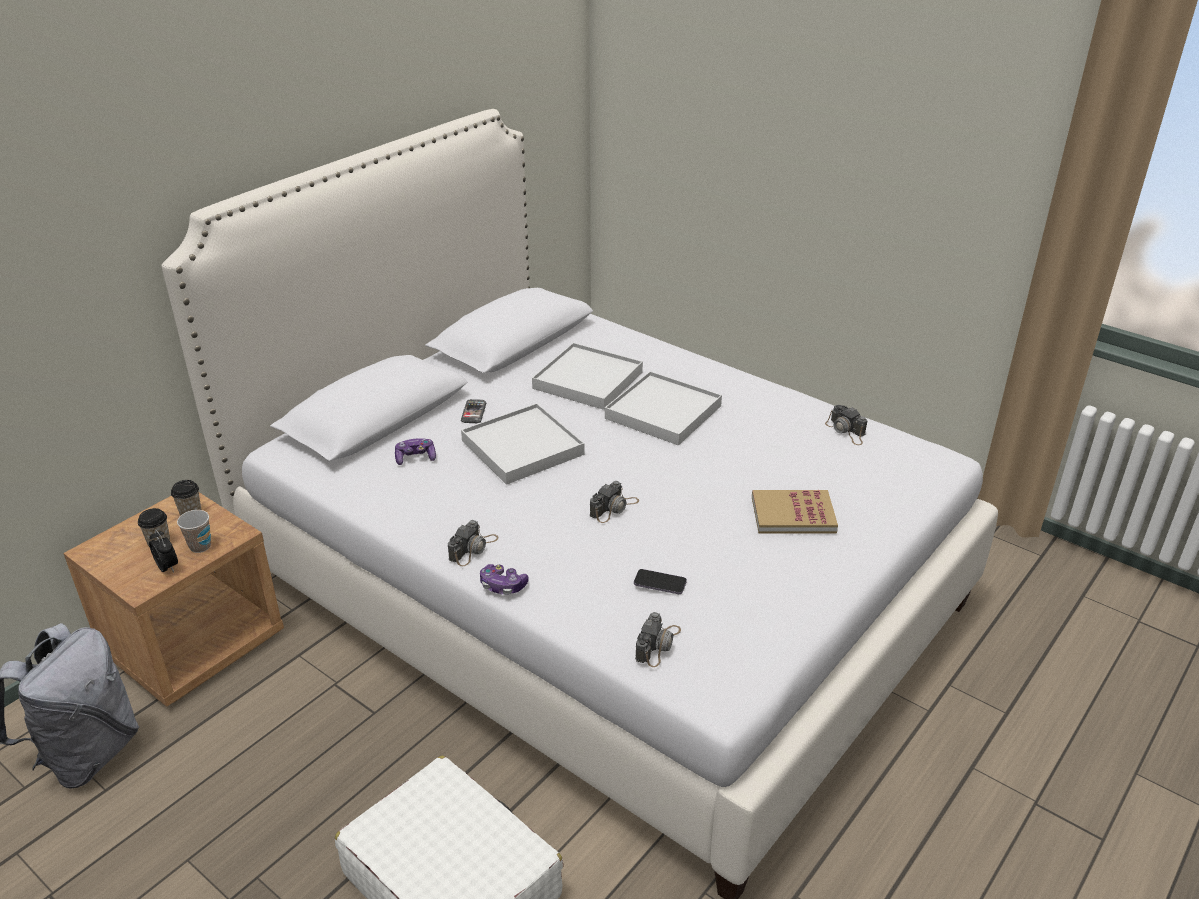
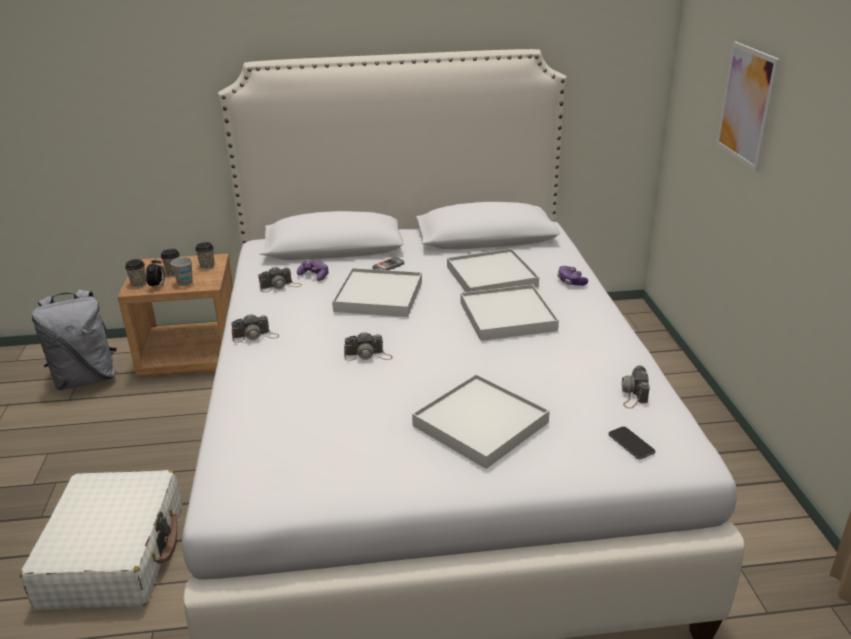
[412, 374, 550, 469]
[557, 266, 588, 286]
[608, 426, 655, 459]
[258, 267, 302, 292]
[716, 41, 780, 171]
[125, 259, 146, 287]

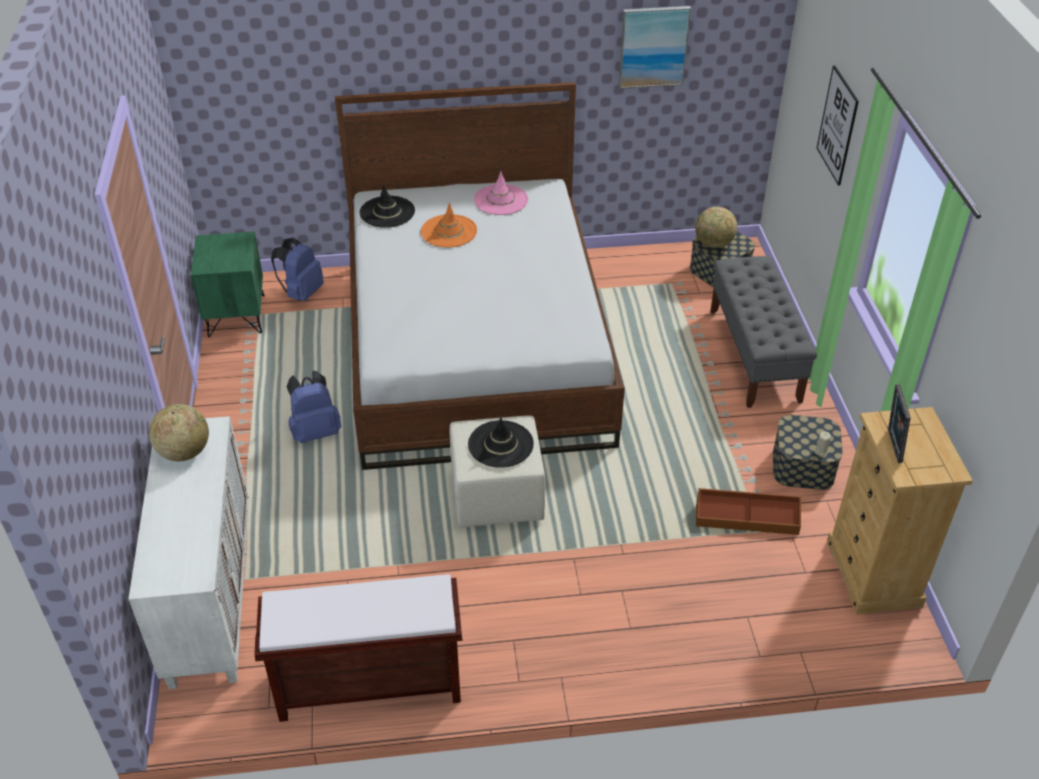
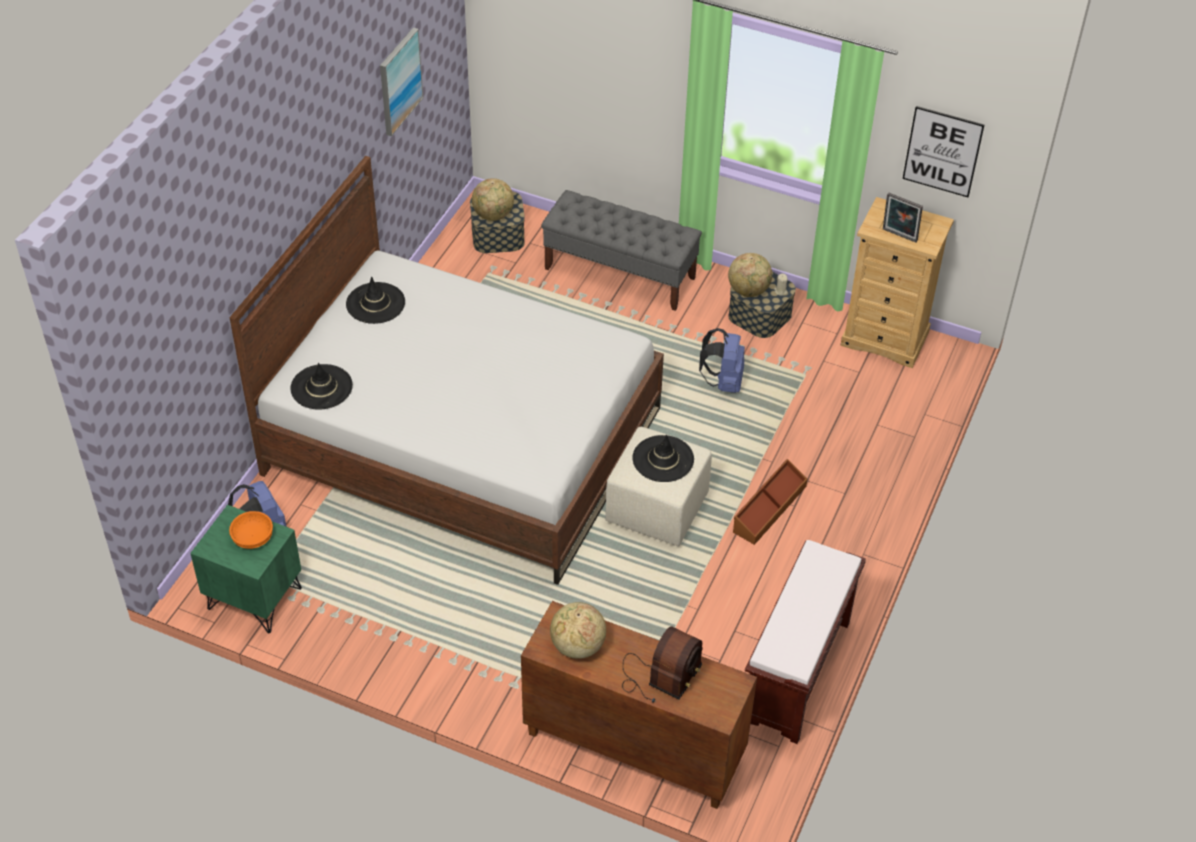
[903, 106, 984, 197]
[346, 276, 405, 324]
[421, 203, 477, 247] (first image)
[699, 328, 745, 393]
[521, 601, 757, 809]
[733, 459, 807, 545]
[728, 253, 772, 297]
[229, 511, 273, 549]
[622, 626, 703, 703]

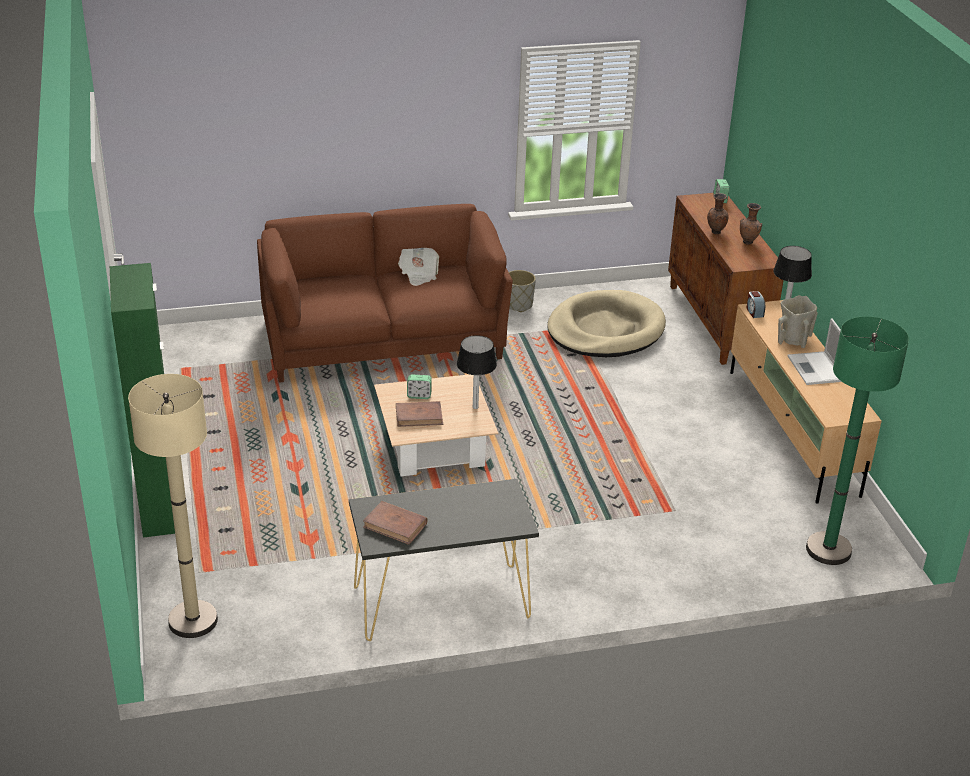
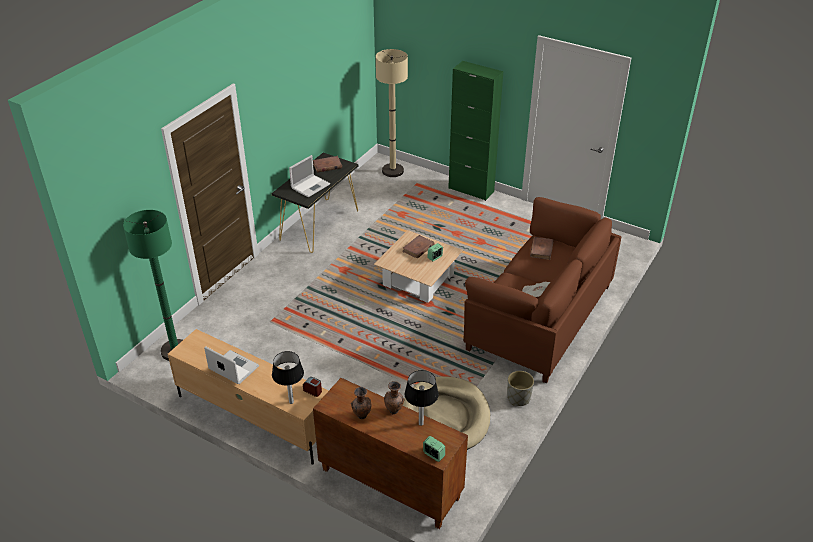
[778, 295, 817, 348] (first image)
[405, 370, 439, 426]
[289, 155, 330, 197]
[530, 237, 554, 260]

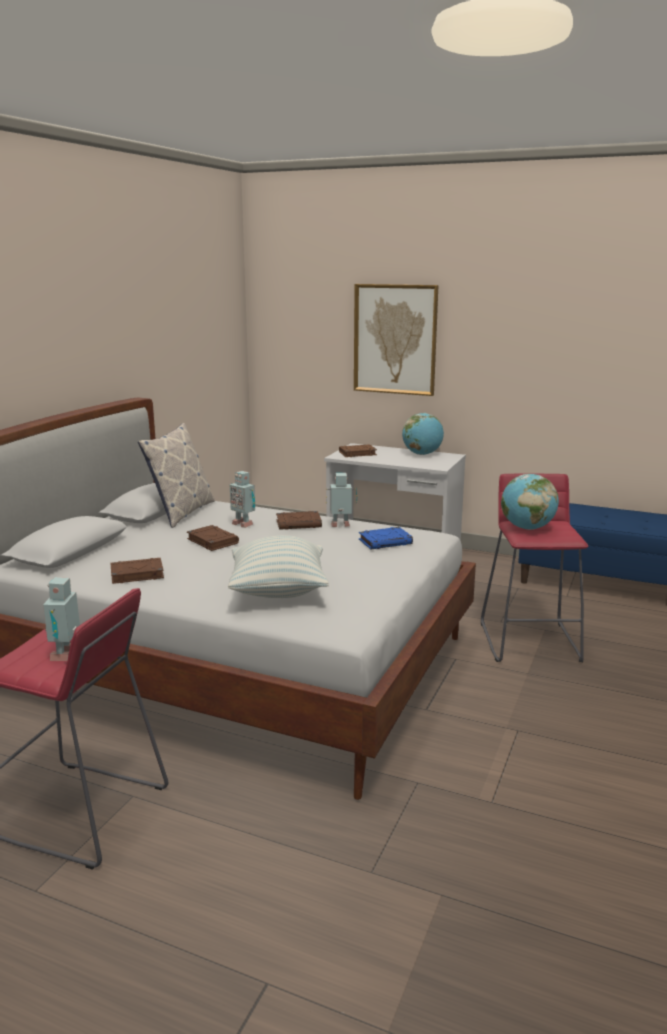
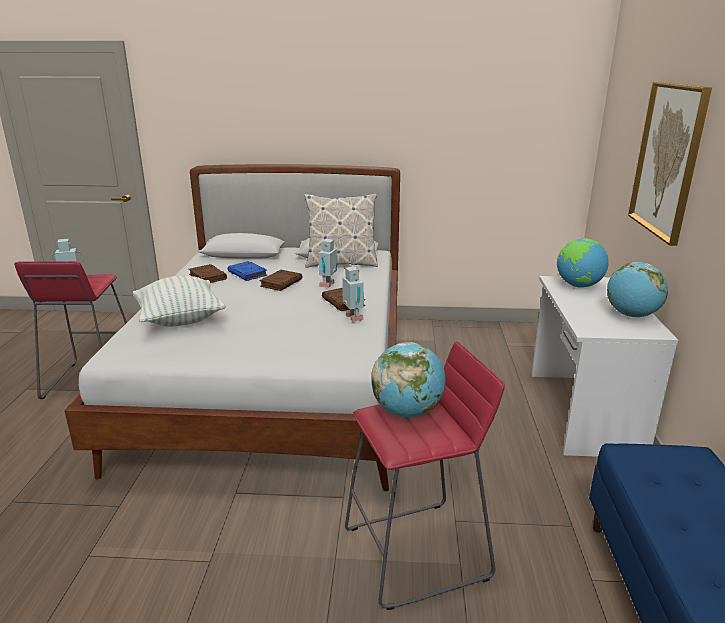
[557, 238, 609, 288]
[228, 261, 267, 281]

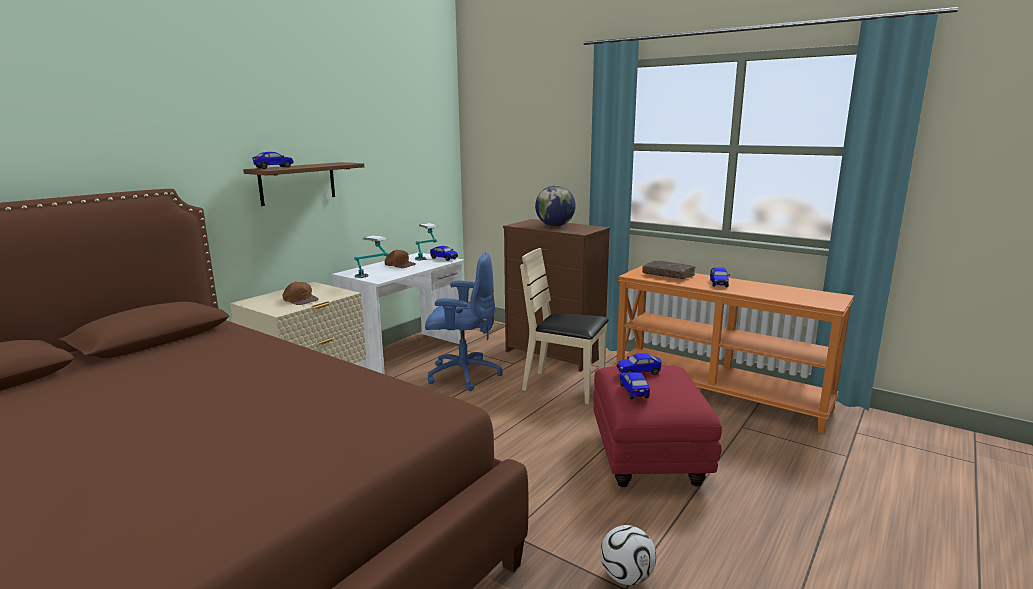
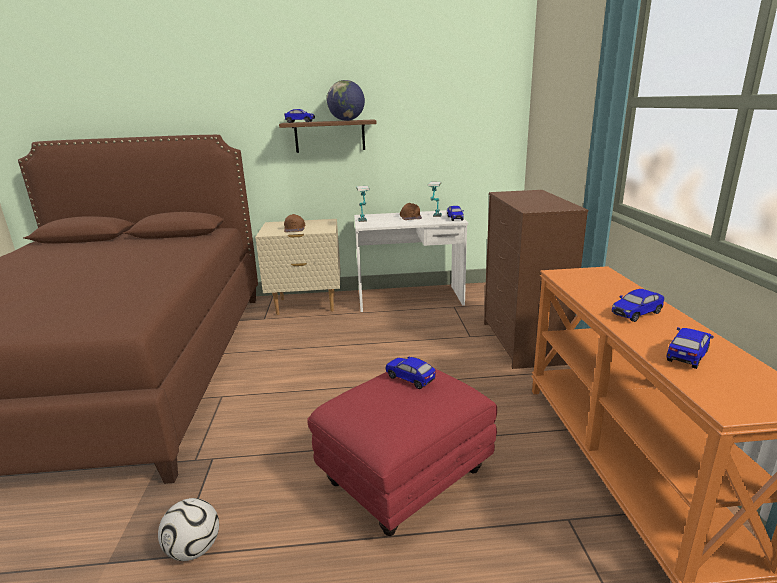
[327, 80, 365, 121]
[520, 248, 609, 404] (first image)
[425, 252, 503, 391] (first image)
[642, 260, 695, 279] (first image)
[666, 328, 714, 369]

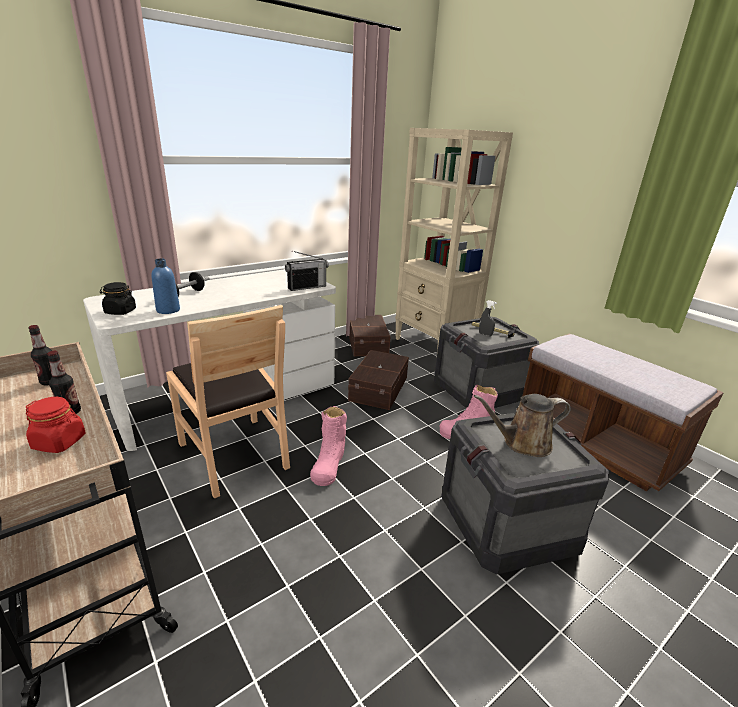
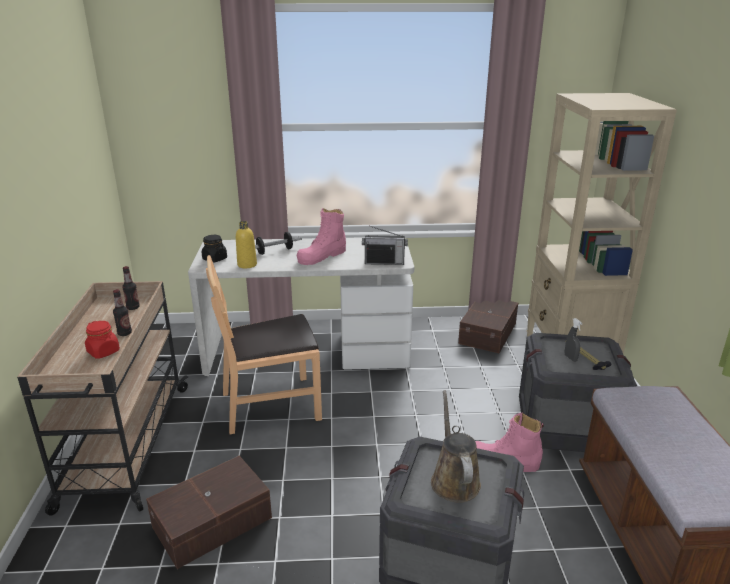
[236, 221, 257, 268]
[206, 255, 322, 434]
[146, 456, 272, 569]
[431, 390, 481, 503]
[297, 208, 346, 265]

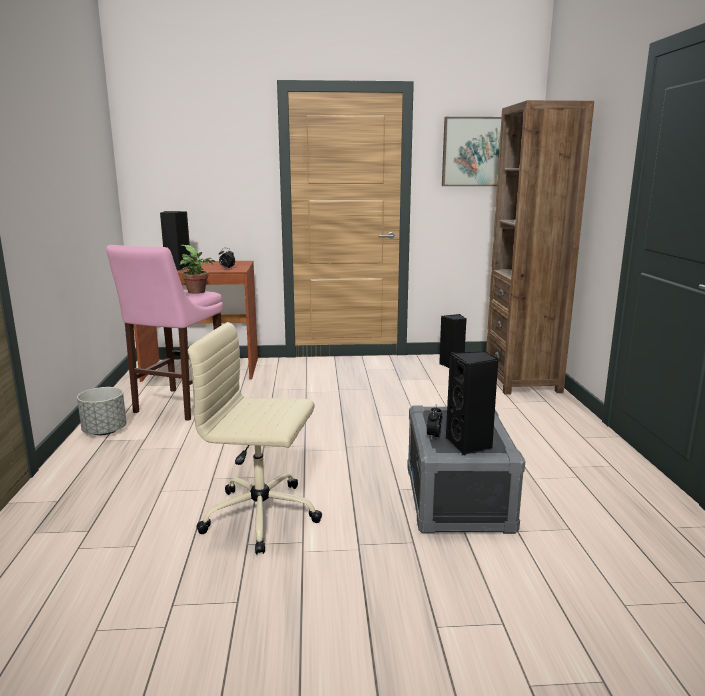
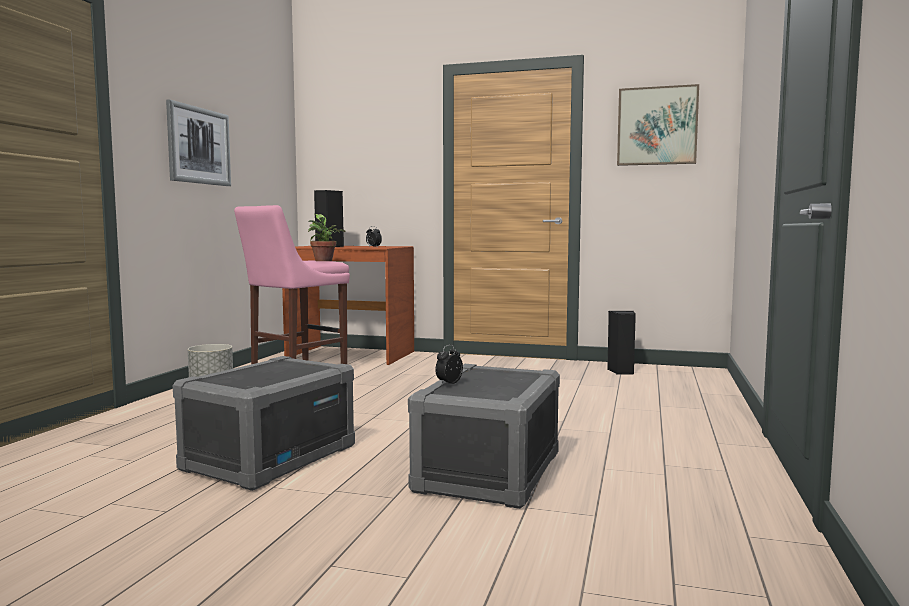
[486, 100, 594, 395] (first image)
[173, 356, 355, 491]
[446, 352, 499, 455] (first image)
[166, 99, 231, 186]

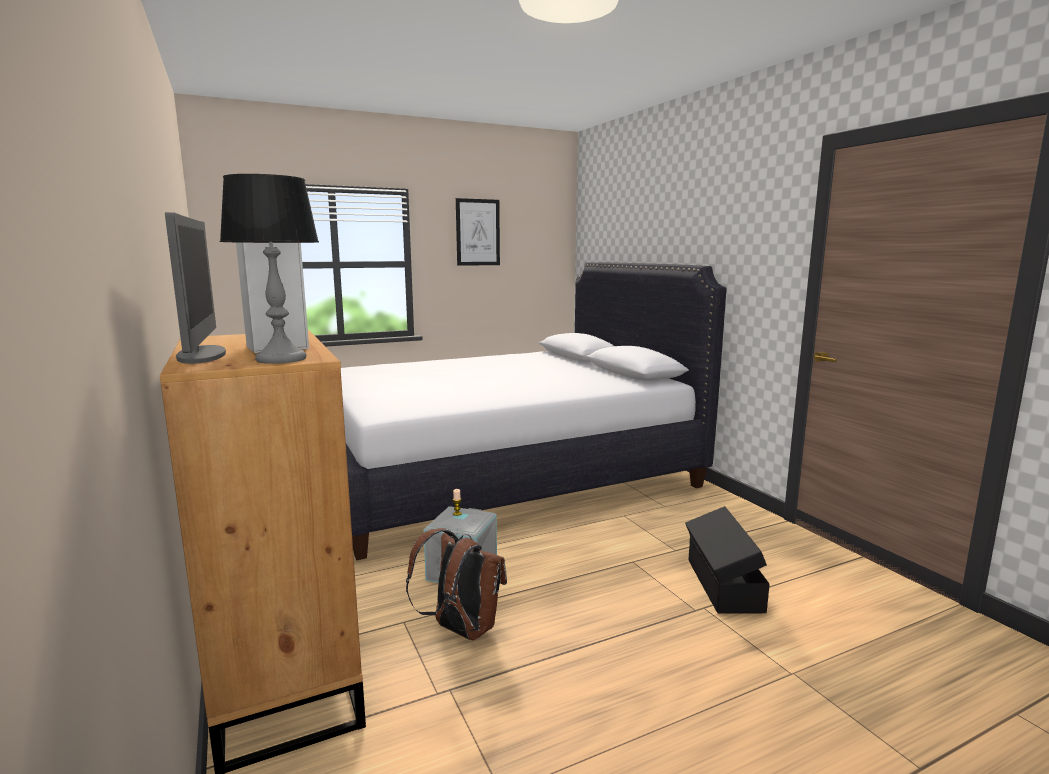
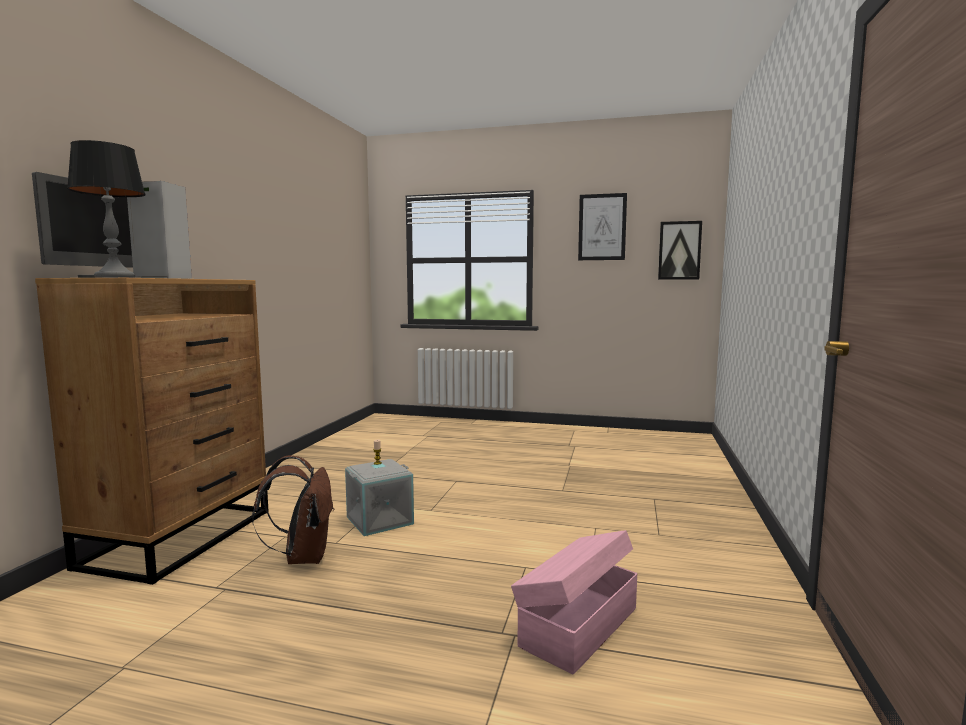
[341, 262, 727, 560] (first image)
[511, 530, 638, 675]
[658, 221, 702, 280]

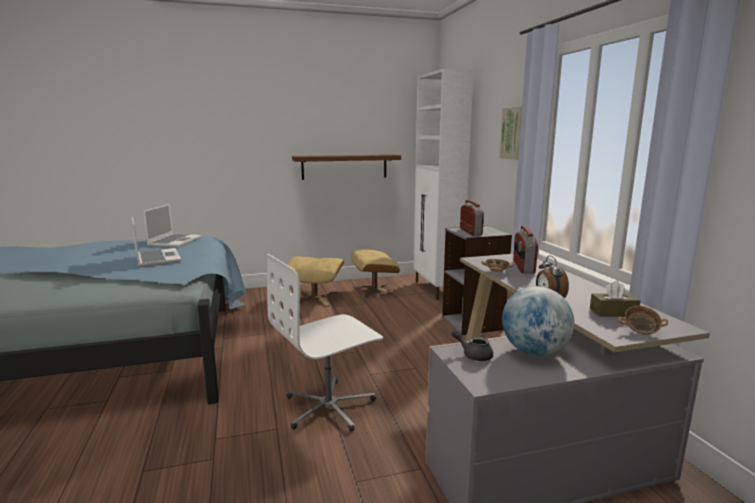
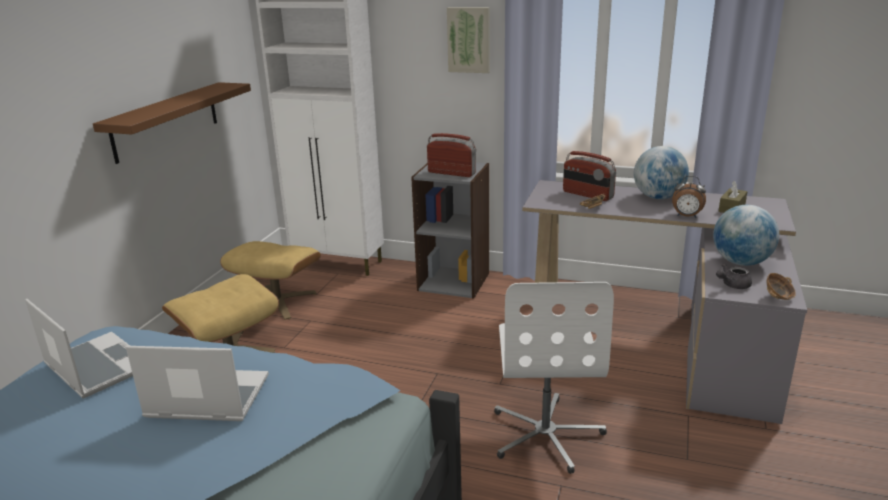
[767, 273, 796, 300]
[634, 146, 689, 199]

